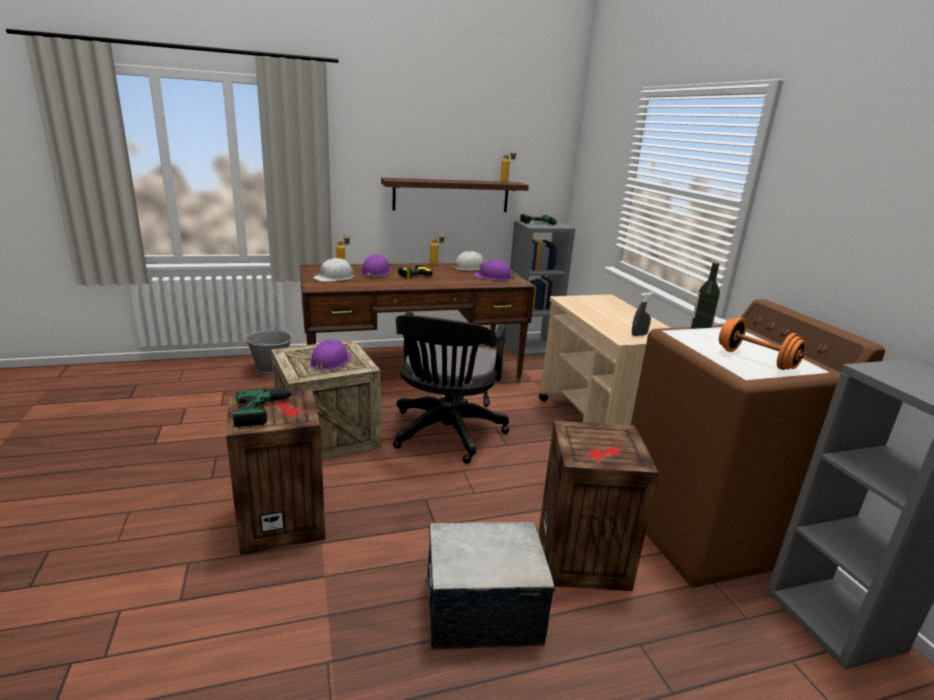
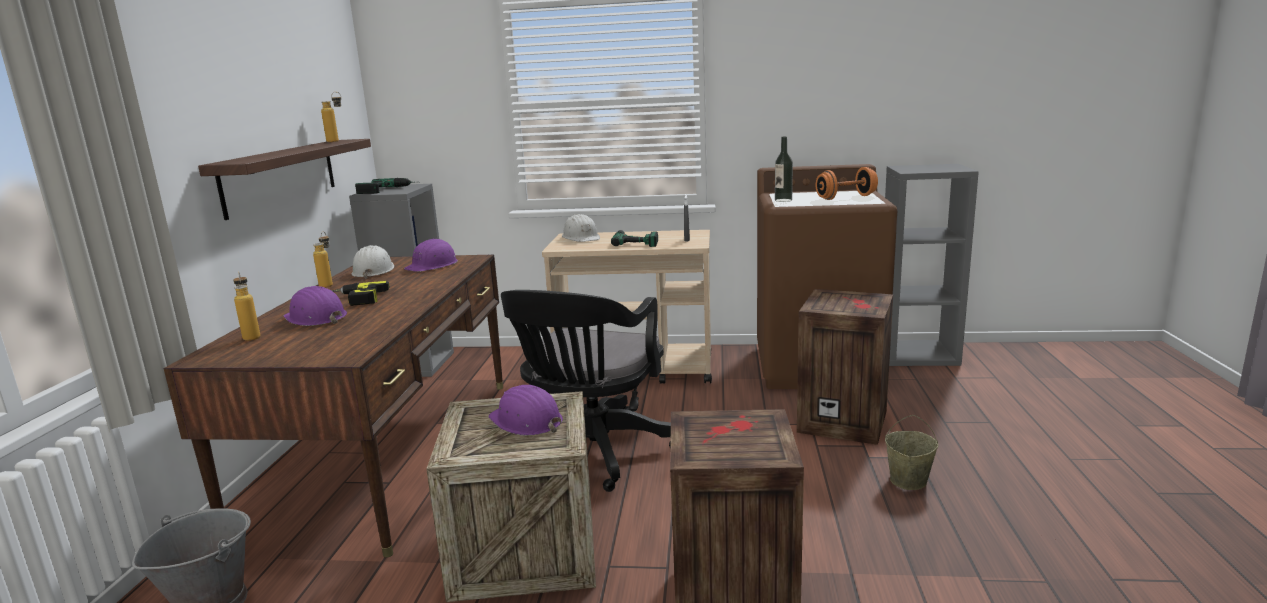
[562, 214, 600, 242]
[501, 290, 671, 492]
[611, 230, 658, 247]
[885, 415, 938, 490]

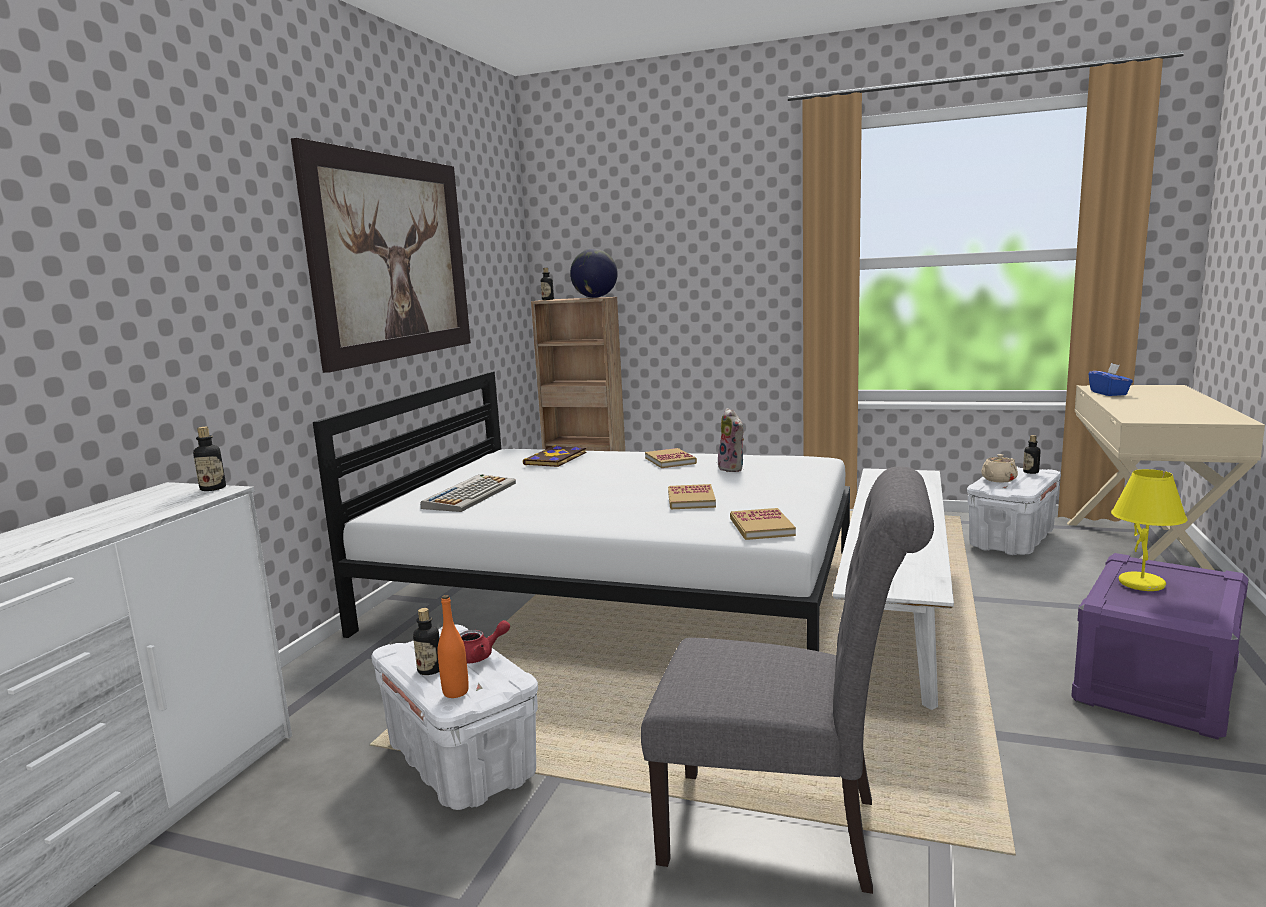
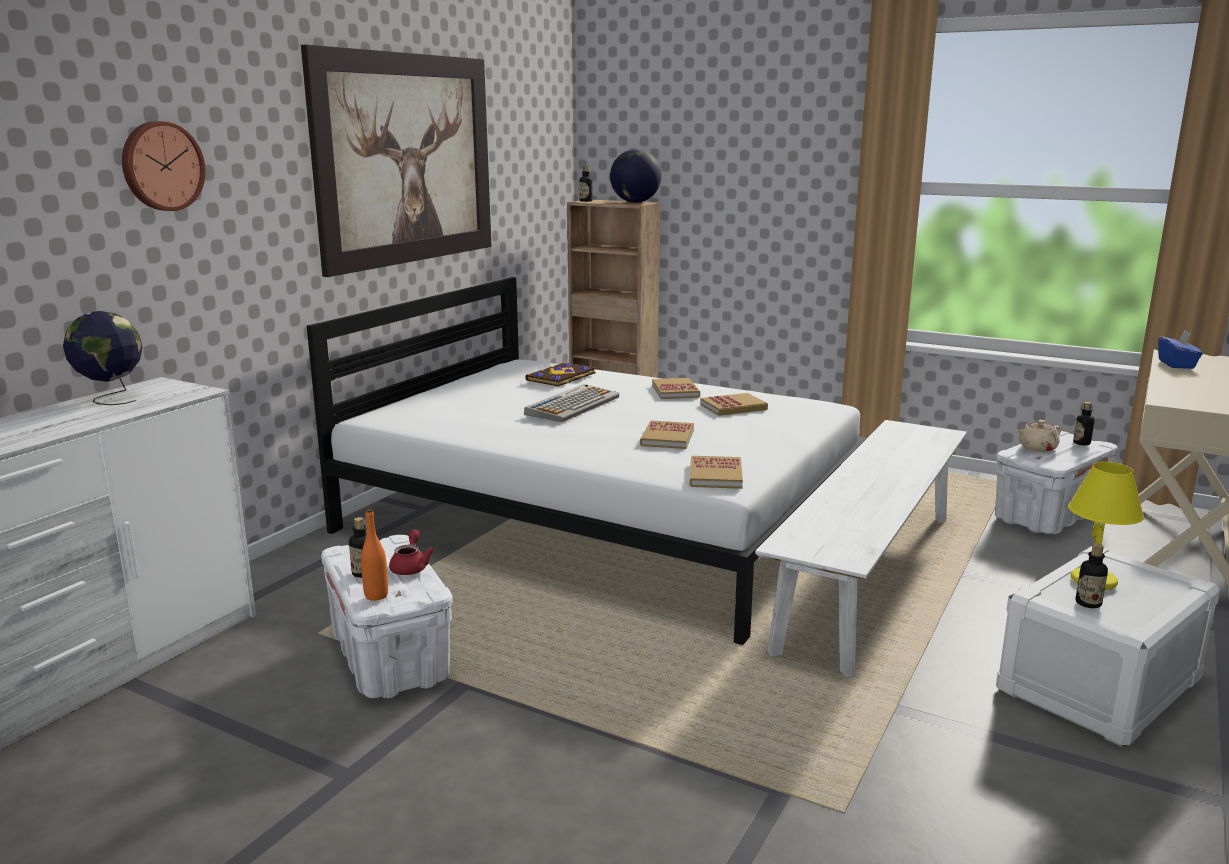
[700, 393, 768, 416]
[1076, 544, 1108, 608]
[641, 466, 934, 894] (first image)
[524, 384, 619, 422]
[996, 546, 1221, 747]
[389, 530, 435, 575]
[122, 121, 206, 211]
[63, 311, 143, 405]

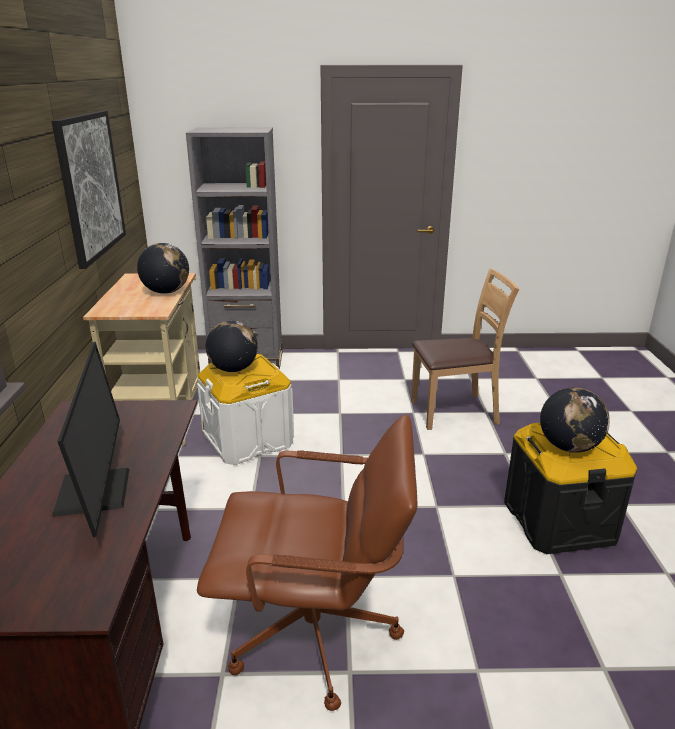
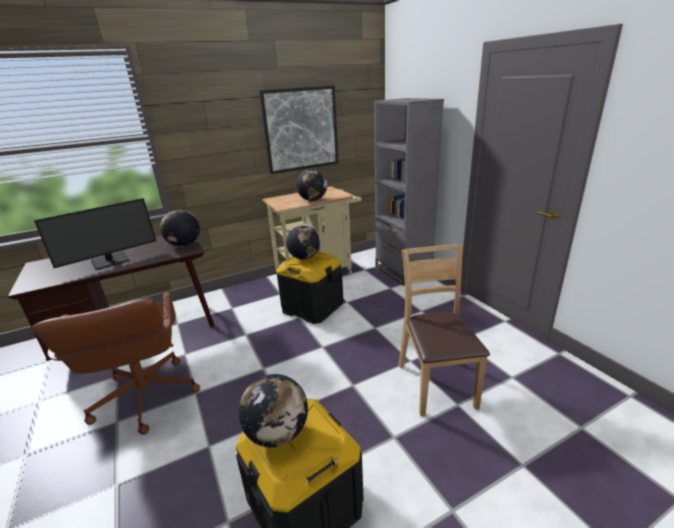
[398, 244, 490, 416]
[277, 252, 344, 324]
[160, 210, 200, 247]

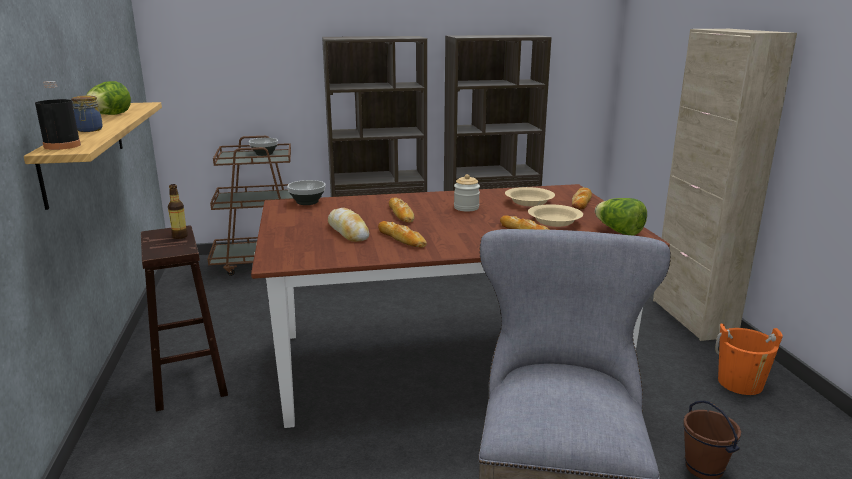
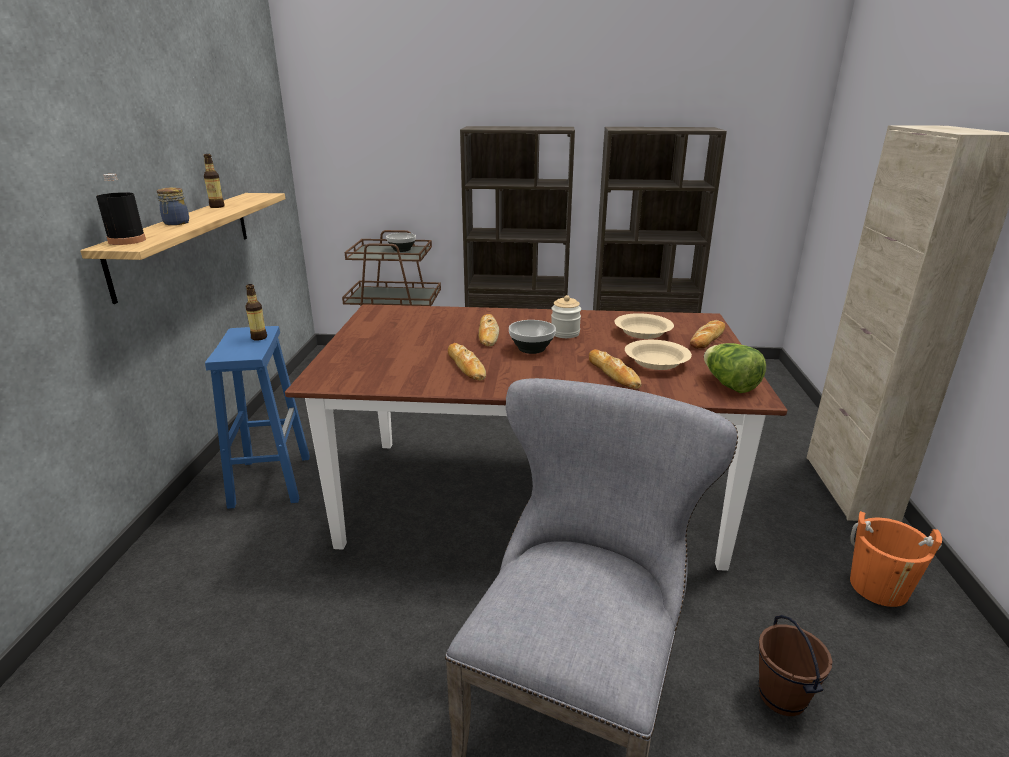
[204, 154, 225, 208]
[509, 320, 556, 354]
[328, 208, 369, 242] (first image)
[205, 326, 310, 509]

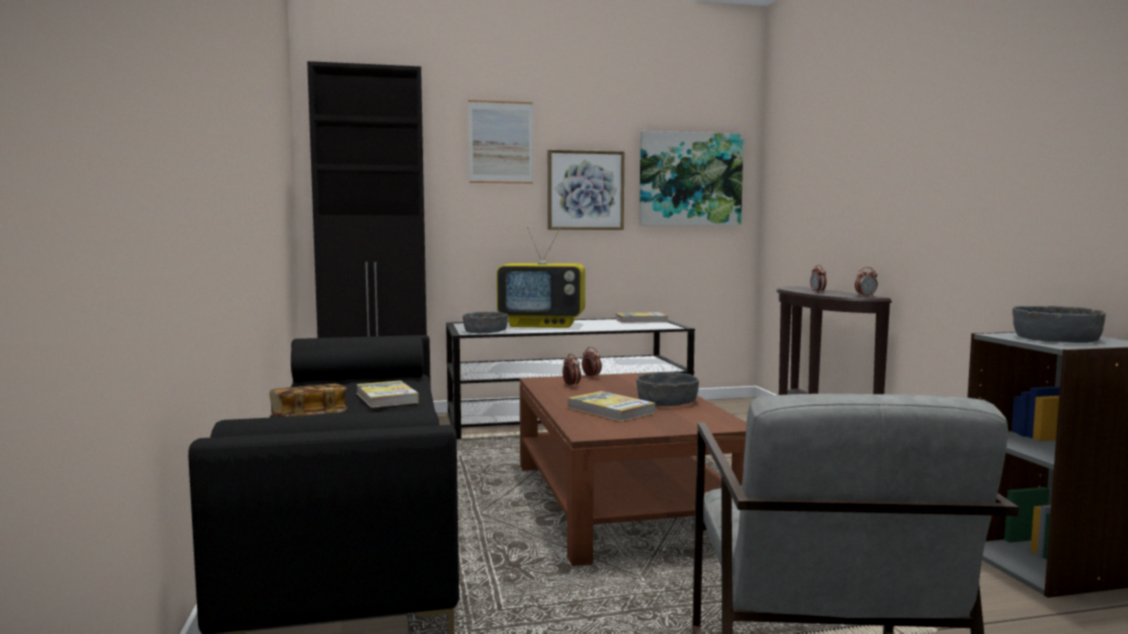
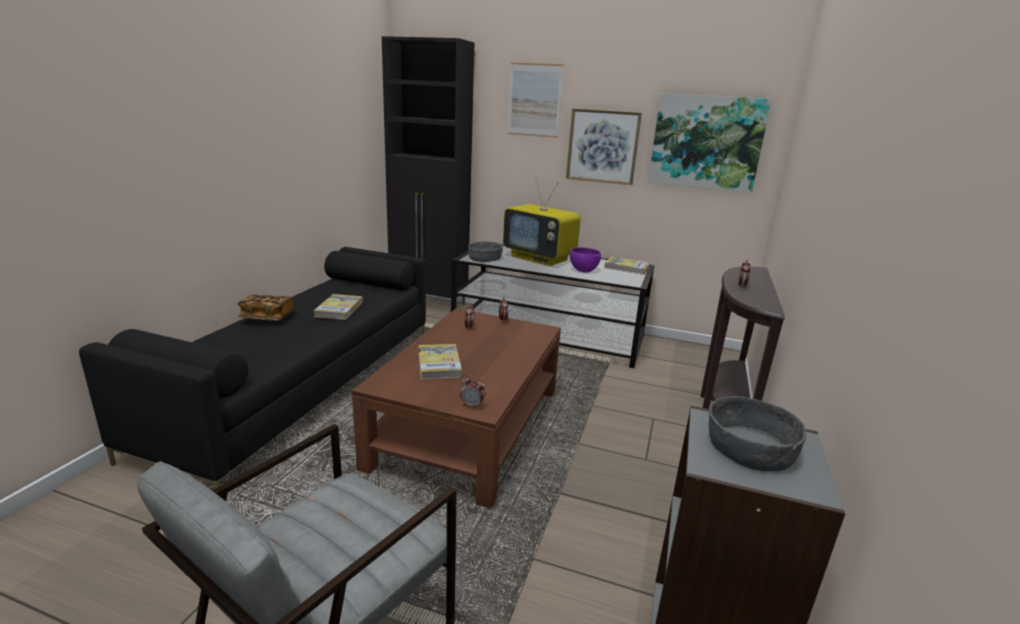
[460, 375, 485, 409]
[637, 372, 699, 406] (first image)
[570, 247, 601, 273]

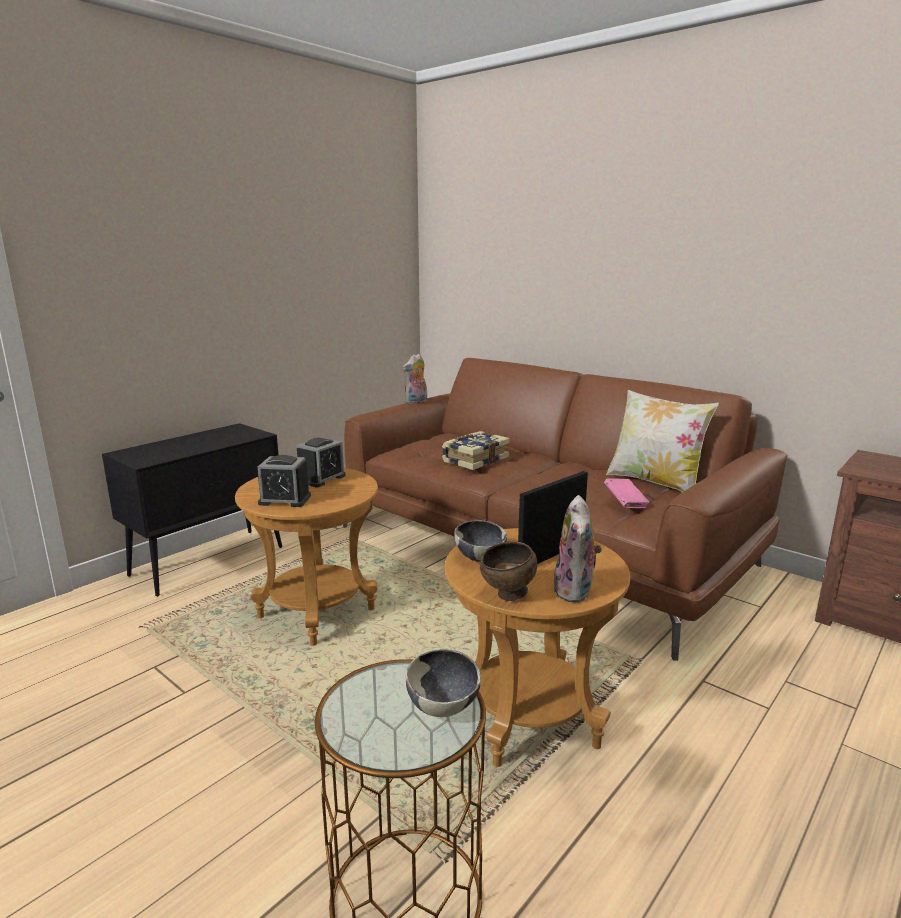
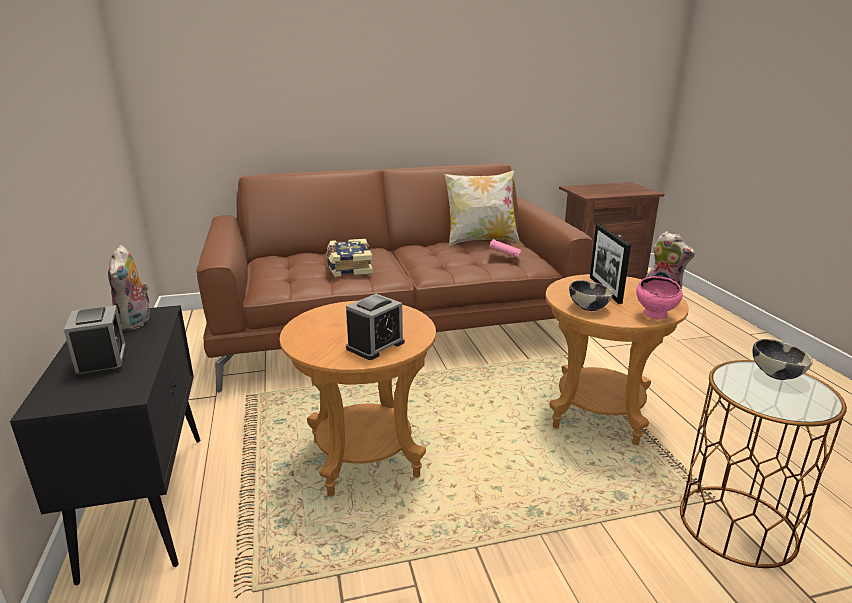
[108, 245, 150, 331]
[64, 305, 127, 379]
[636, 276, 683, 319]

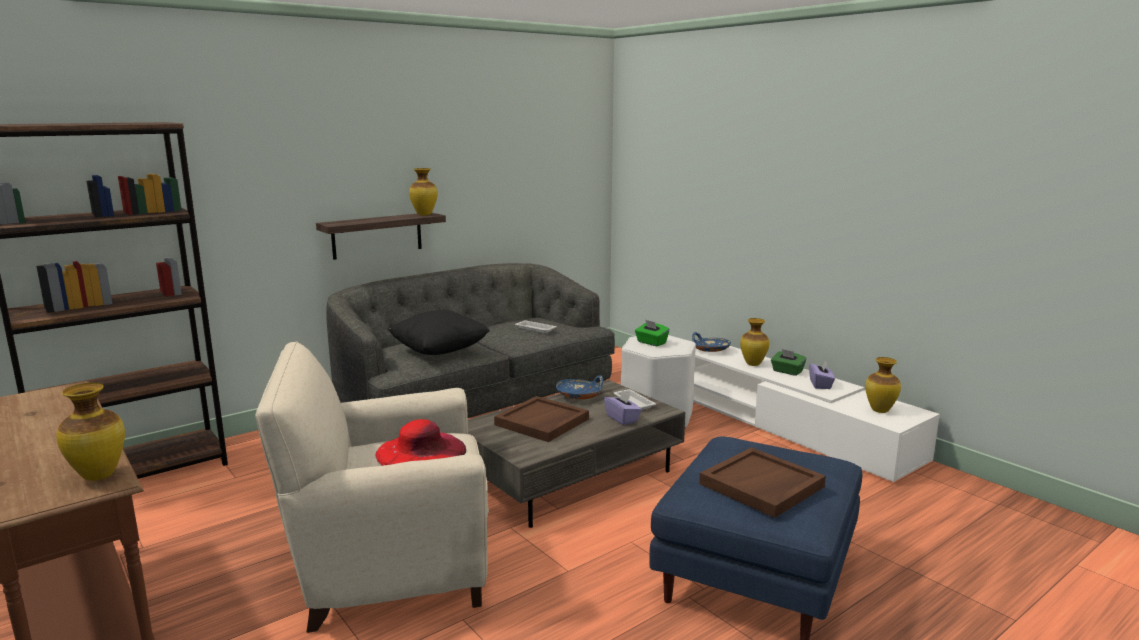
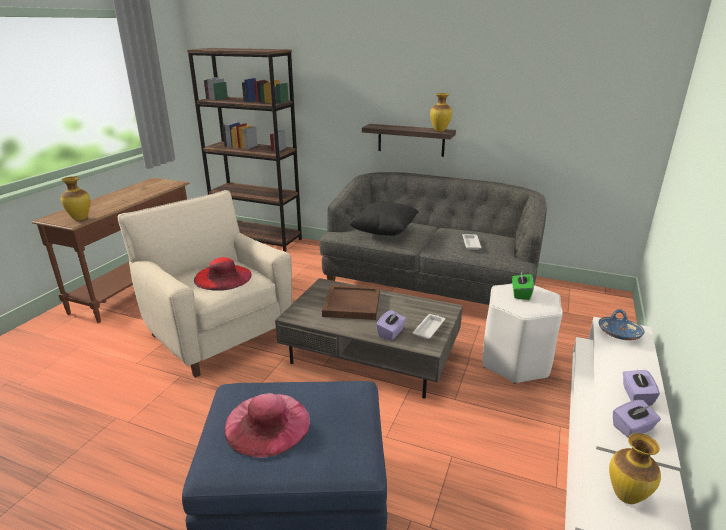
[740, 318, 769, 366] (first image)
[623, 368, 660, 406]
[556, 375, 603, 399] (first image)
[224, 393, 310, 458]

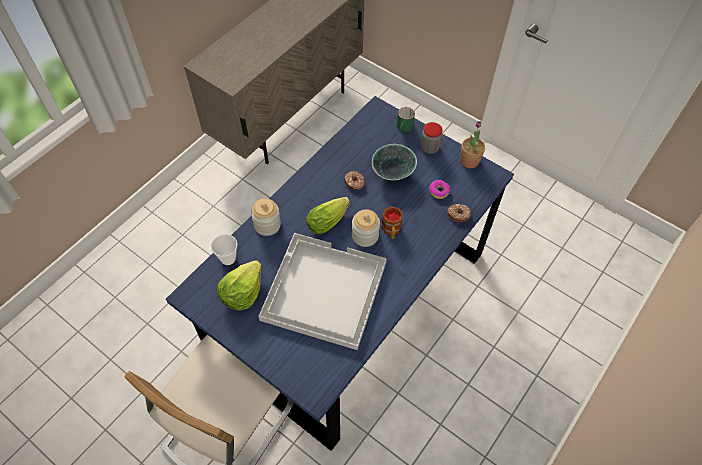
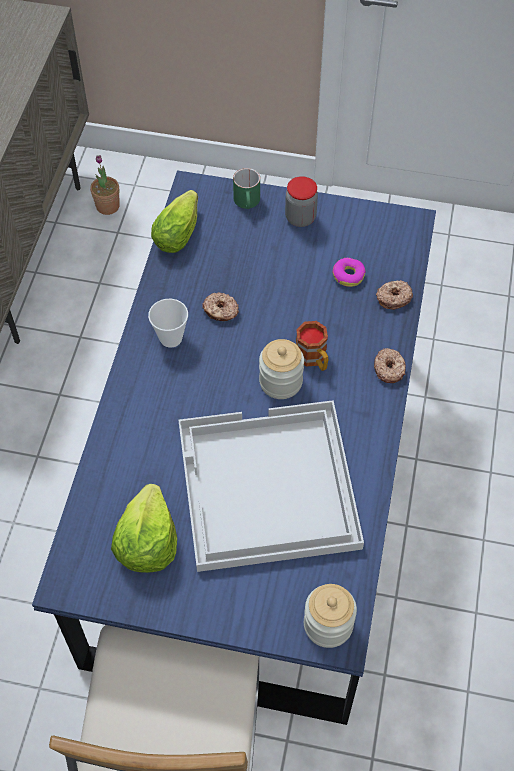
[90, 155, 120, 215]
[372, 144, 417, 181] (first image)
[151, 190, 198, 253]
[304, 584, 357, 648]
[148, 299, 188, 348]
[374, 348, 406, 383]

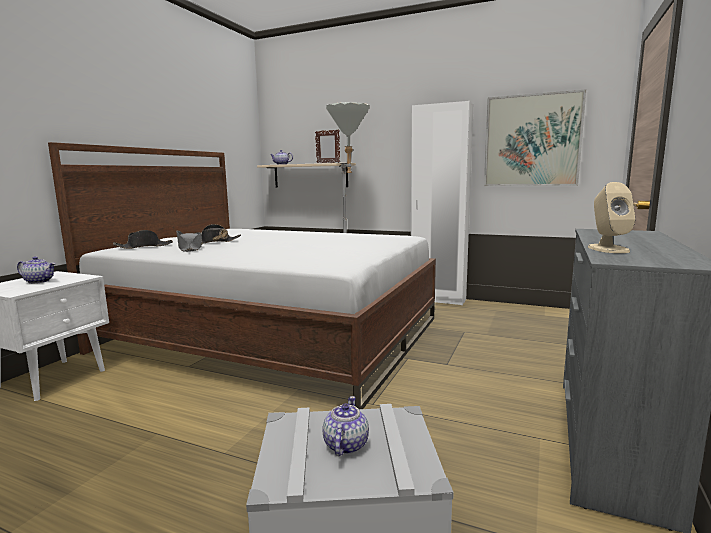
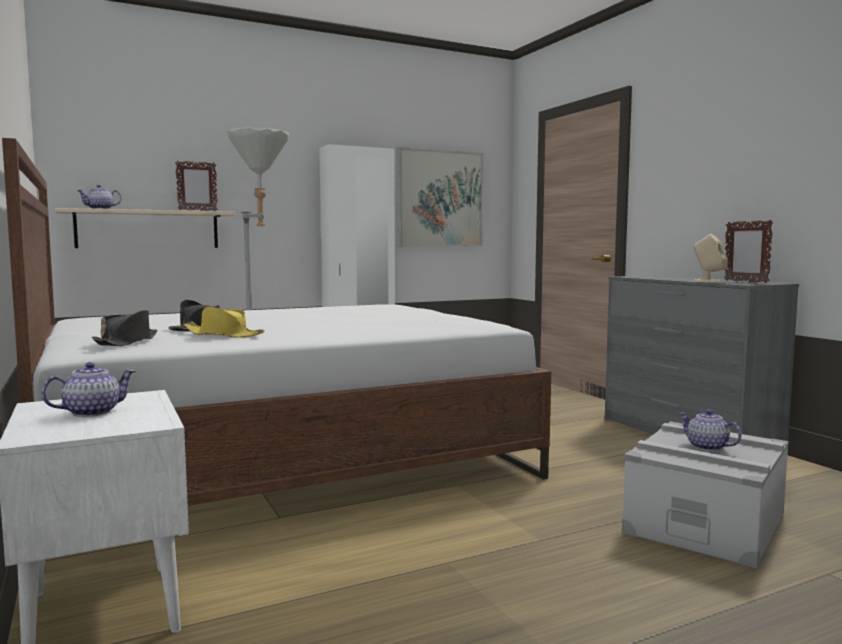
[184, 307, 264, 338]
[724, 220, 773, 283]

